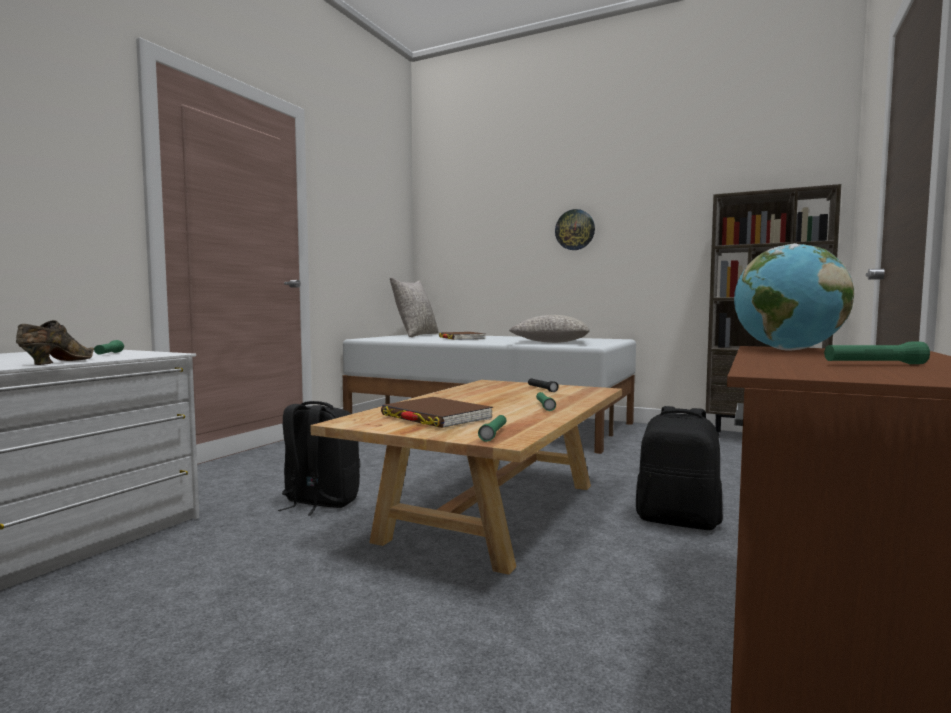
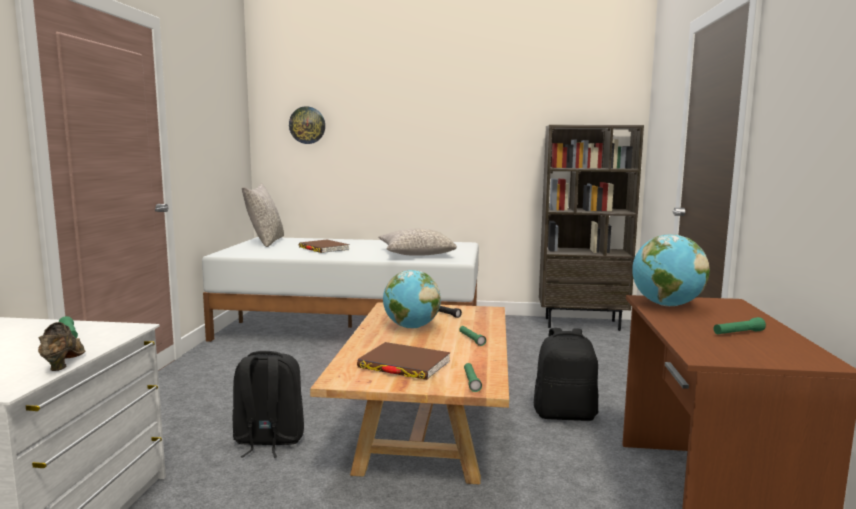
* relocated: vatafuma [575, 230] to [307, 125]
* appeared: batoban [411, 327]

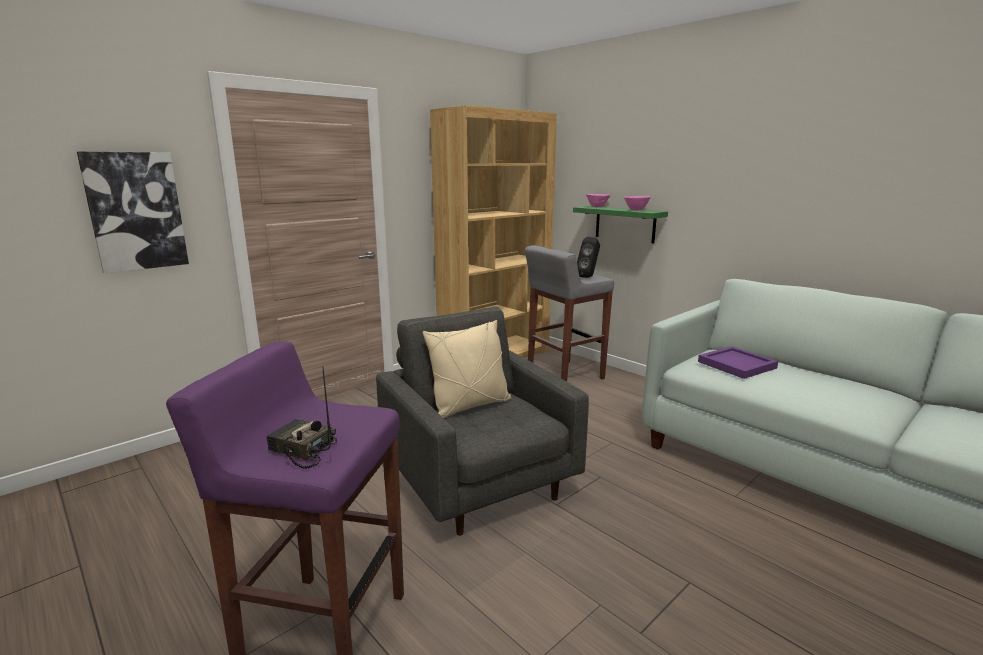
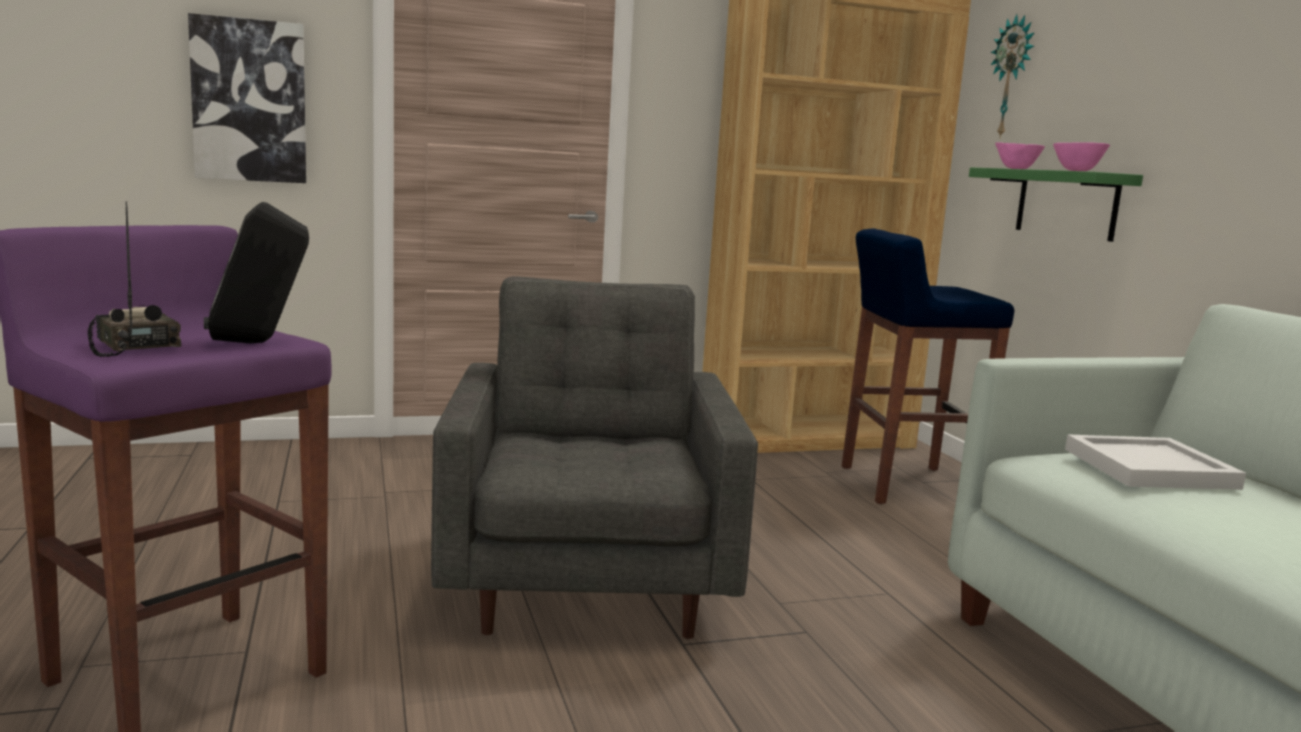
* relocated: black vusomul [588, 277] to [259, 343]
* colour: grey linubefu [564, 375] to blue linubefu [905, 485]
* missing: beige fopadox [470, 406]
* colour: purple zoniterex [735, 365] to white zoniterex [1146, 467]
* appeared: vatafuma [1012, 77]

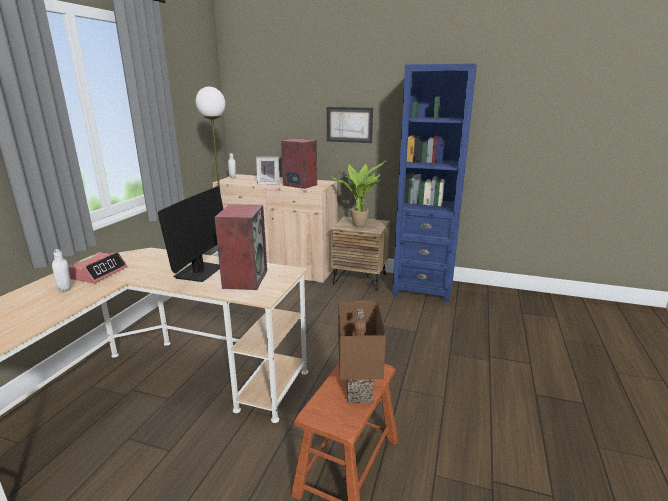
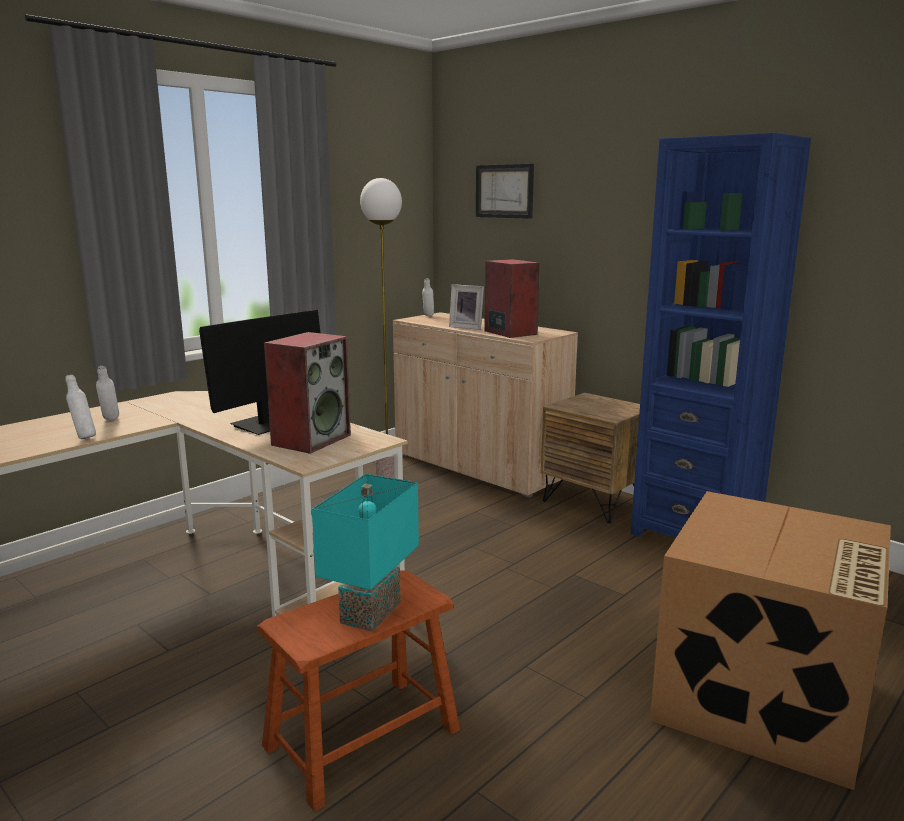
* relocated: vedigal [349, 124] to [504, 191]
* missing: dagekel [359, 225]
* missing: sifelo [99, 273]
* colour: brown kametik [360, 390] to turquoise kametik [373, 614]
* appeared: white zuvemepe [83, 437]
* appeared: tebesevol [763, 701]

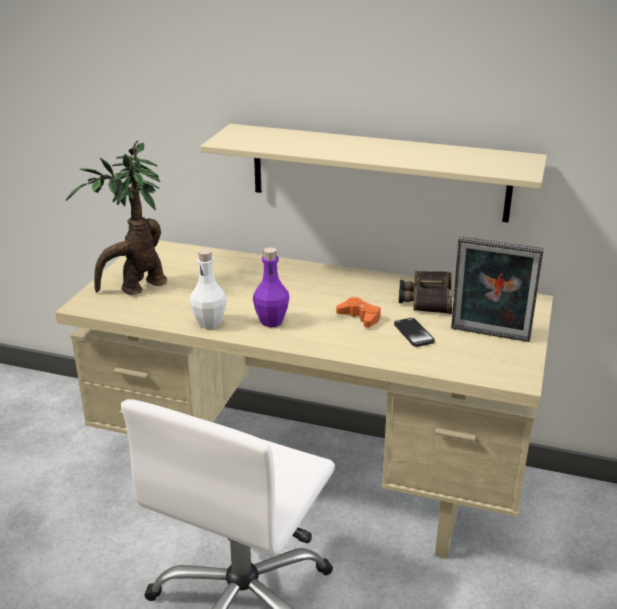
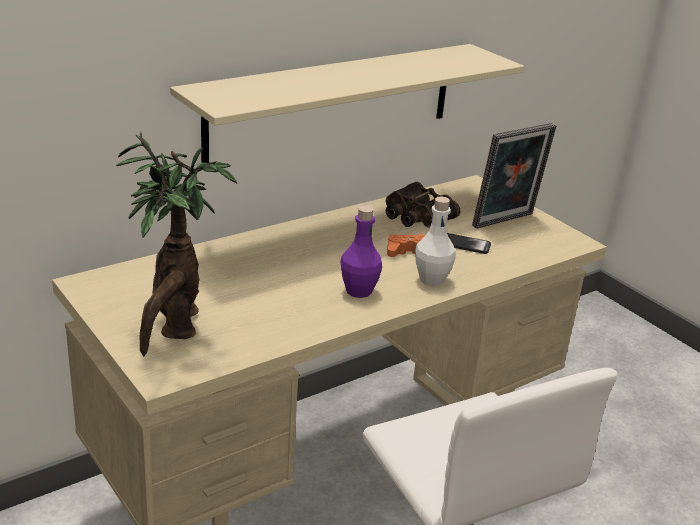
* relocated: white zuvemepe [209, 323] to [431, 279]

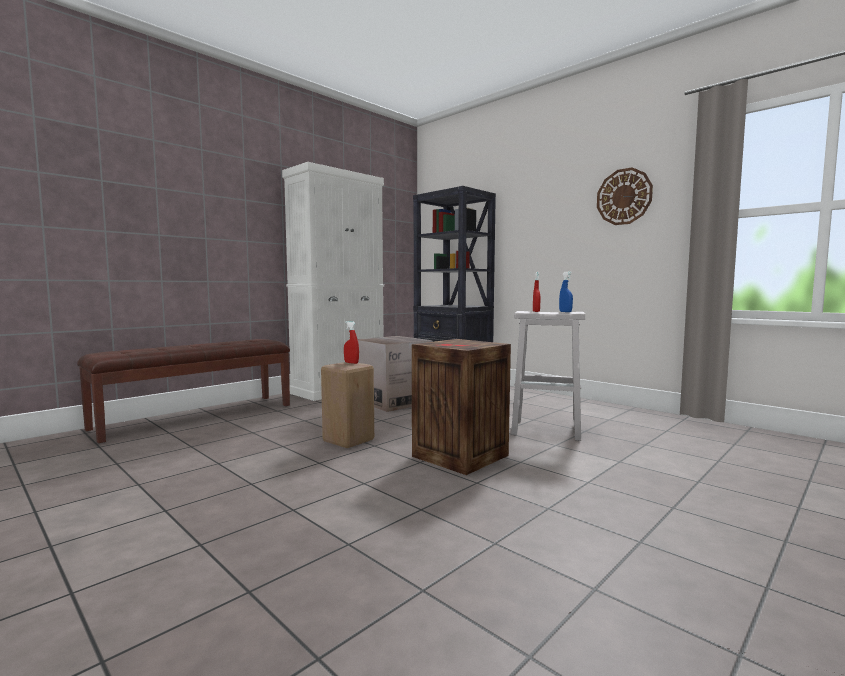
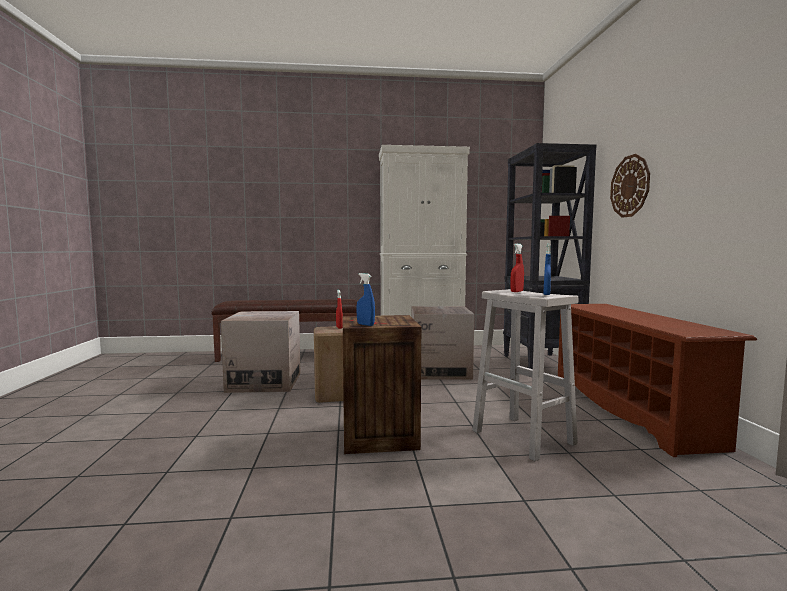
* relocated: vatafuma [624, 196] to [630, 186]
* appeared: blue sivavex [365, 325]
* appeared: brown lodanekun [631, 411]
* appeared: tebesevol [264, 382]

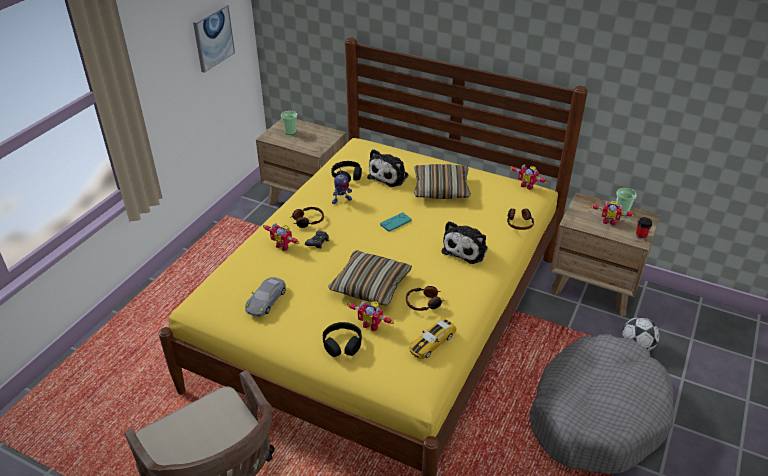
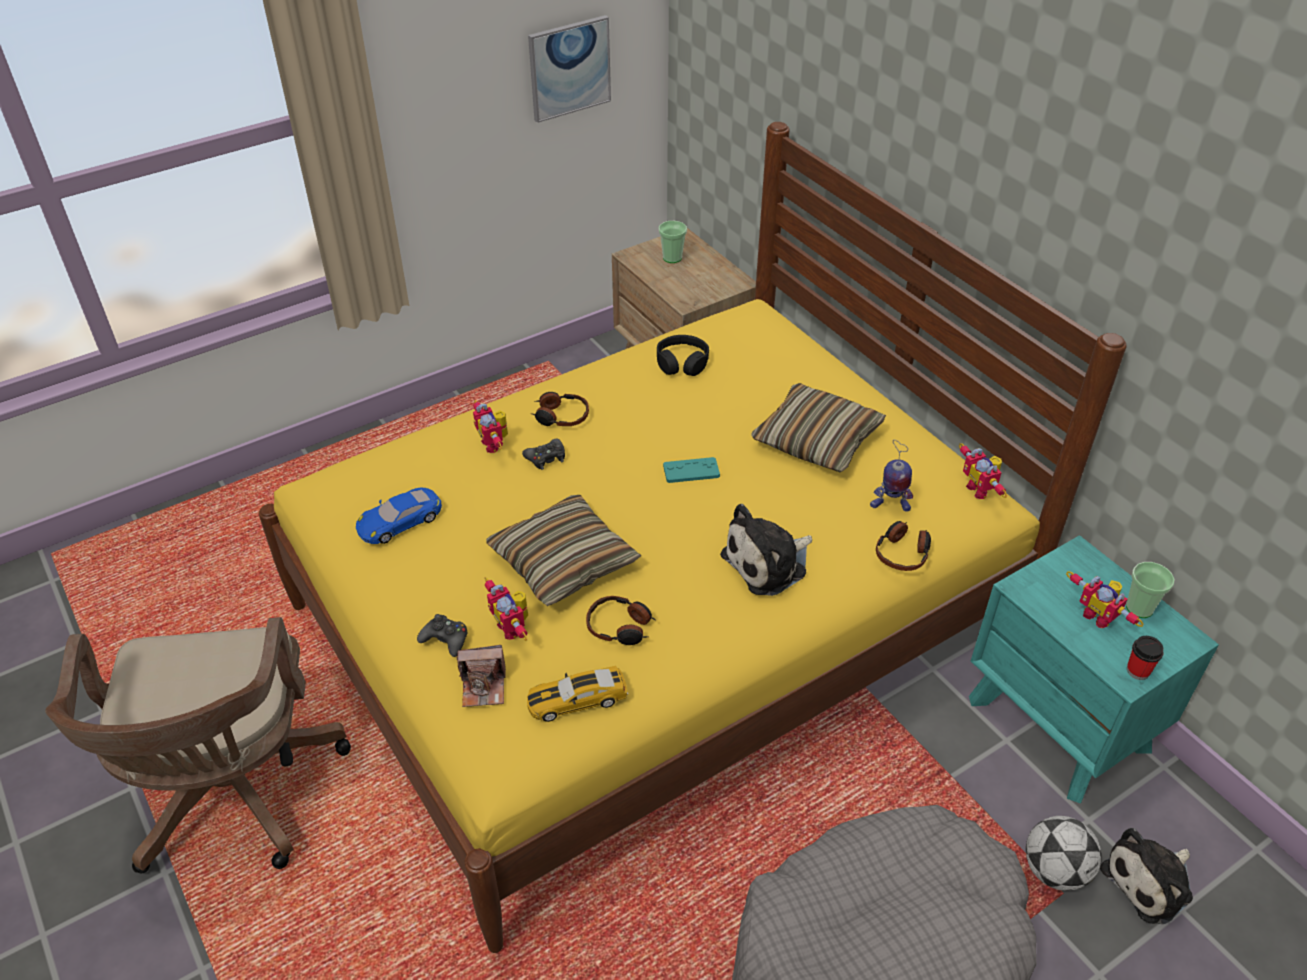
* relocated: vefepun [390, 176] to [1150, 882]
* relocated: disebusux [341, 200] to [889, 505]
* colour: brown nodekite [594, 287] to turquoise nodekite [1059, 724]
* colour: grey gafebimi [266, 300] to blue gafebimi [400, 521]
* exchanged: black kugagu [342, 344] to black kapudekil [445, 639]
* appeared: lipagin [484, 686]

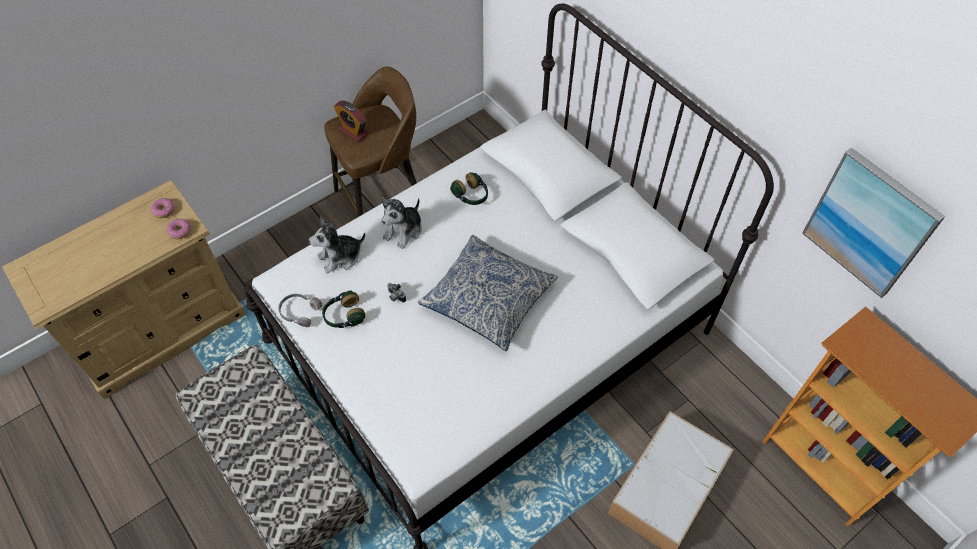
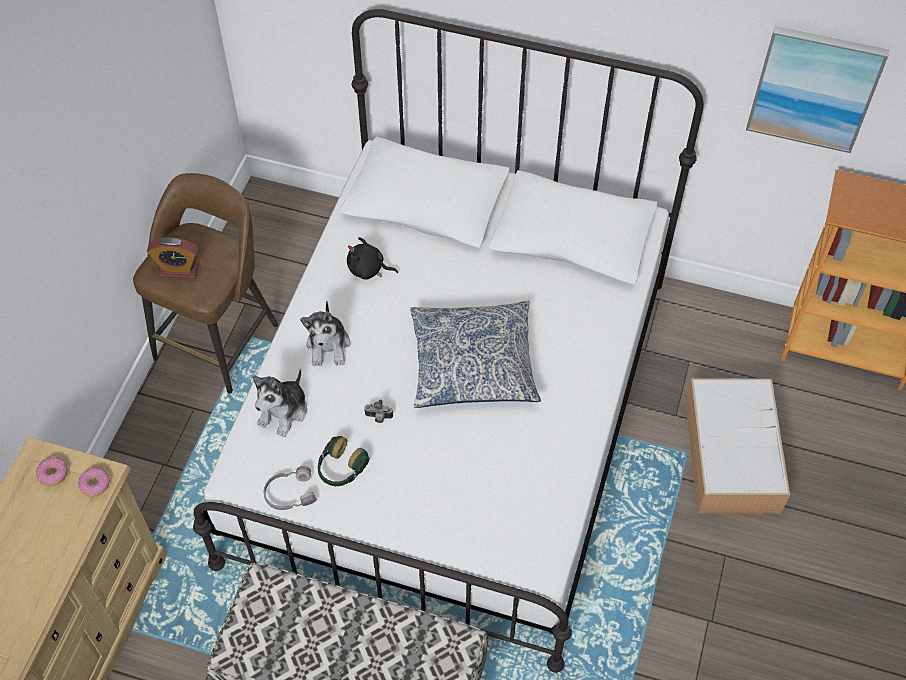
* exchanged: kugagu [471, 195] to black vefepun [368, 269]

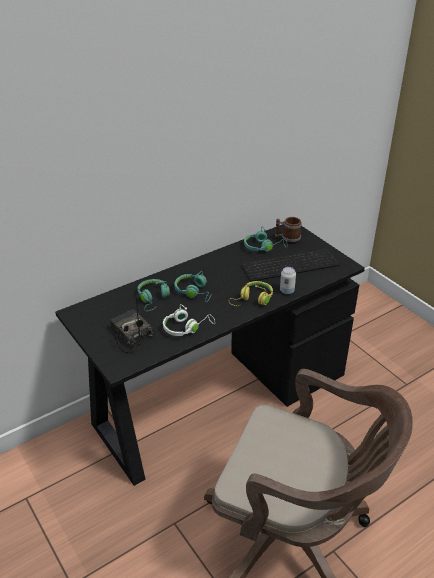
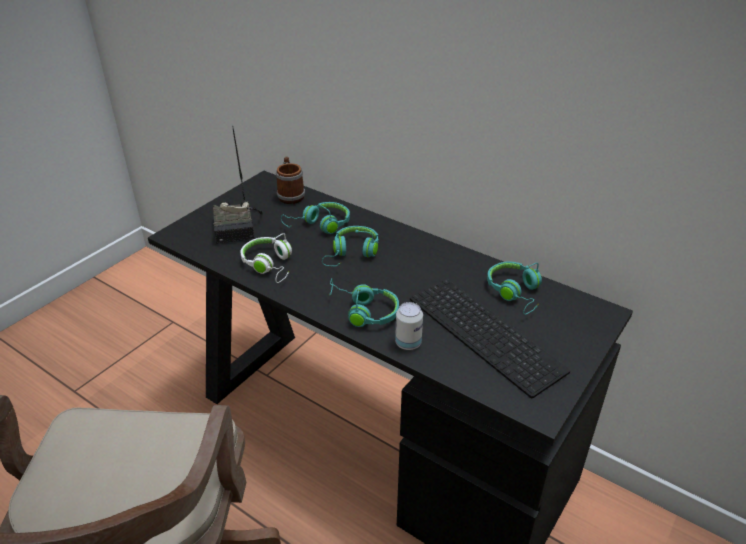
* relocated: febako [287, 239] to [290, 195]
* colour: yellow kugagu [252, 300] to turquoise kugagu [363, 311]
* spun: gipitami [130, 335] = [238, 227] 135 degrees clockwise

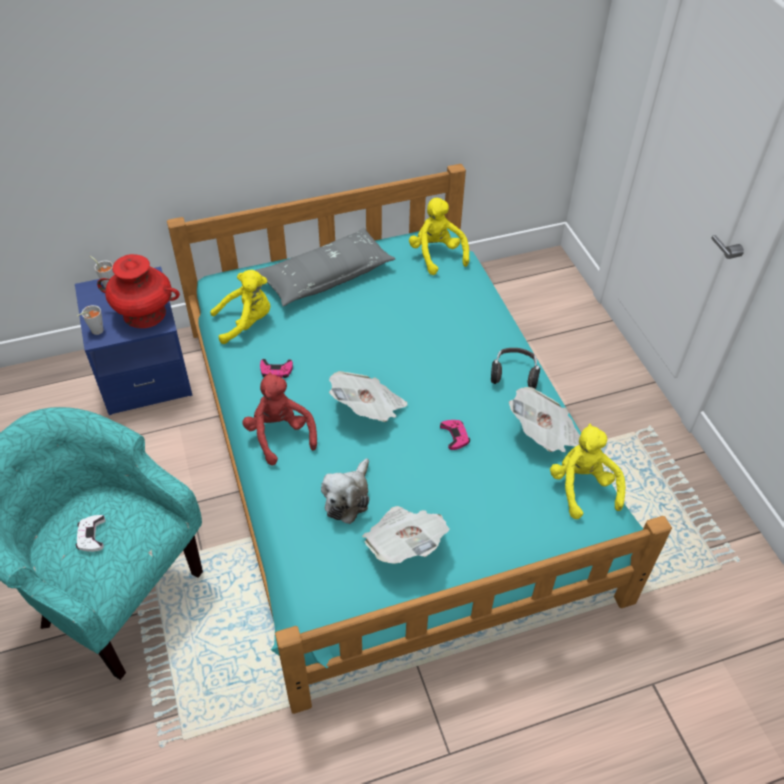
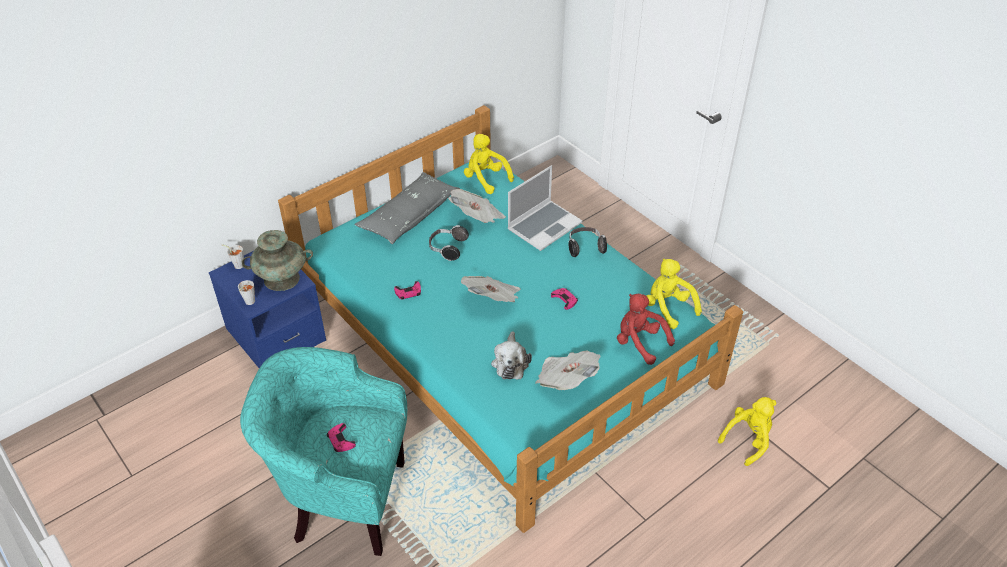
* colour: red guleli [145, 314] to turquoise guleli [282, 279]
* relocated: yellow vefepun [246, 322] to [748, 440]
* relocated: red vefepun [280, 435] to [639, 342]
* relocated: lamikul [544, 434] to [477, 218]
* colour: white kapudekil [91, 535] to pink kapudekil [341, 440]
* appeared: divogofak [544, 226]
* appeared: kugagu [447, 248]

